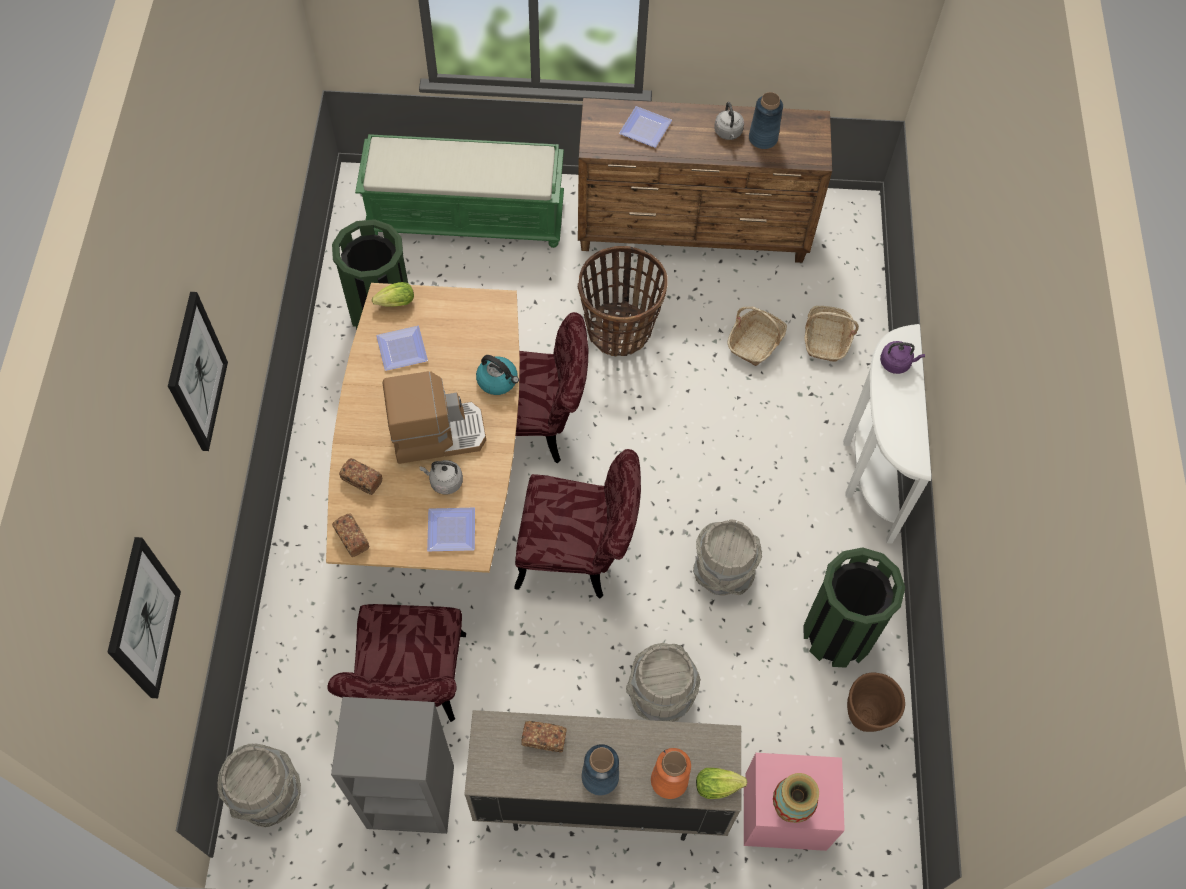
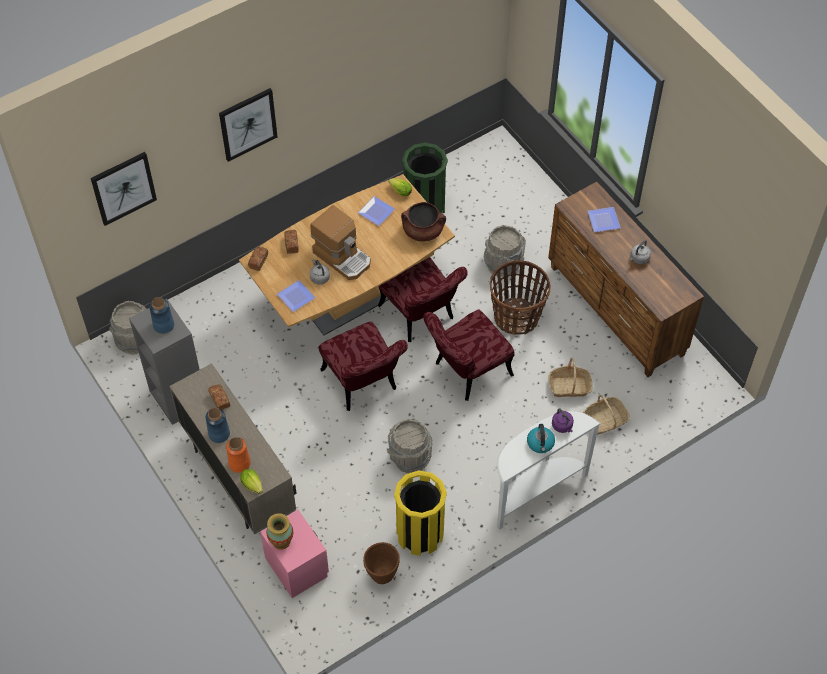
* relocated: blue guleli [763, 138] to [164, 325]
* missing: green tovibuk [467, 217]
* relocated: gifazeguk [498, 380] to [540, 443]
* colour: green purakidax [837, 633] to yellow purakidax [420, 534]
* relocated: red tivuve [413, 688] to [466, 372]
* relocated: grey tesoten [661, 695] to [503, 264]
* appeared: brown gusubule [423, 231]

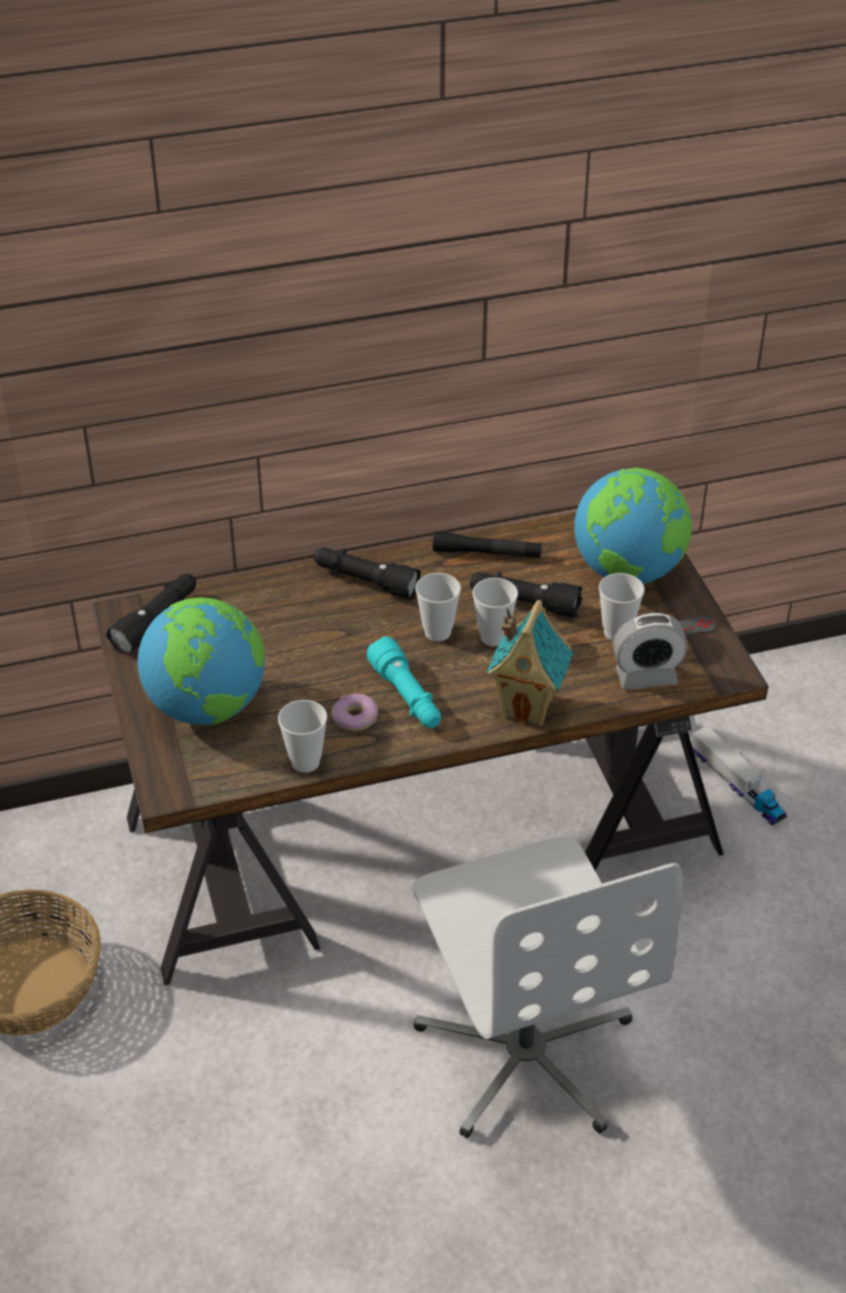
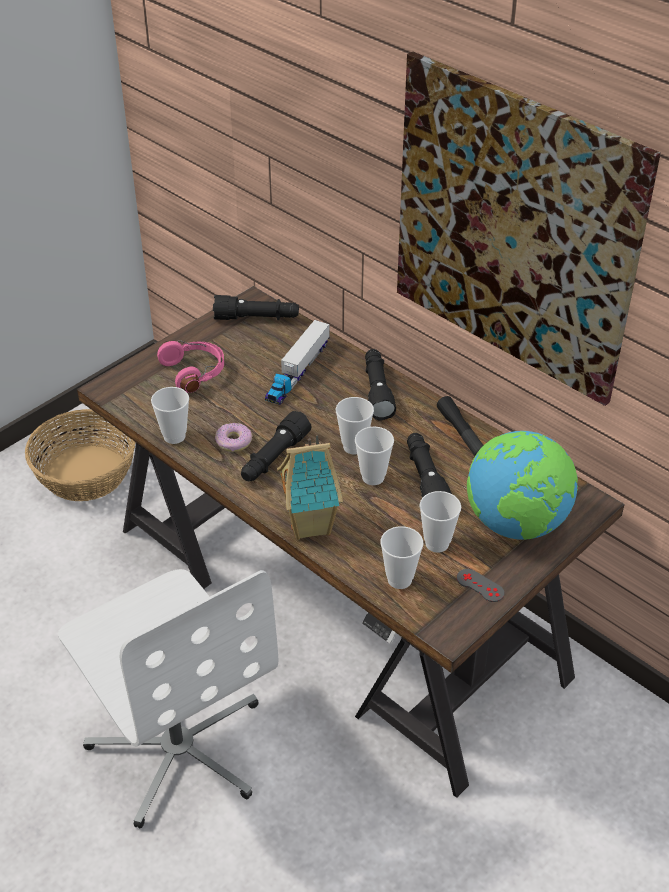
* exchanged: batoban [207, 706] to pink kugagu [195, 372]
* exchanged: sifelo [646, 676] to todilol [399, 579]
* colour: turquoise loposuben [407, 697] to black loposuben [274, 458]
* relocated: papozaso [737, 785] to [297, 372]
* spun: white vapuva [526, 1052] = [179, 747] 75 degrees counterclockwise
* appeared: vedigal [514, 229]

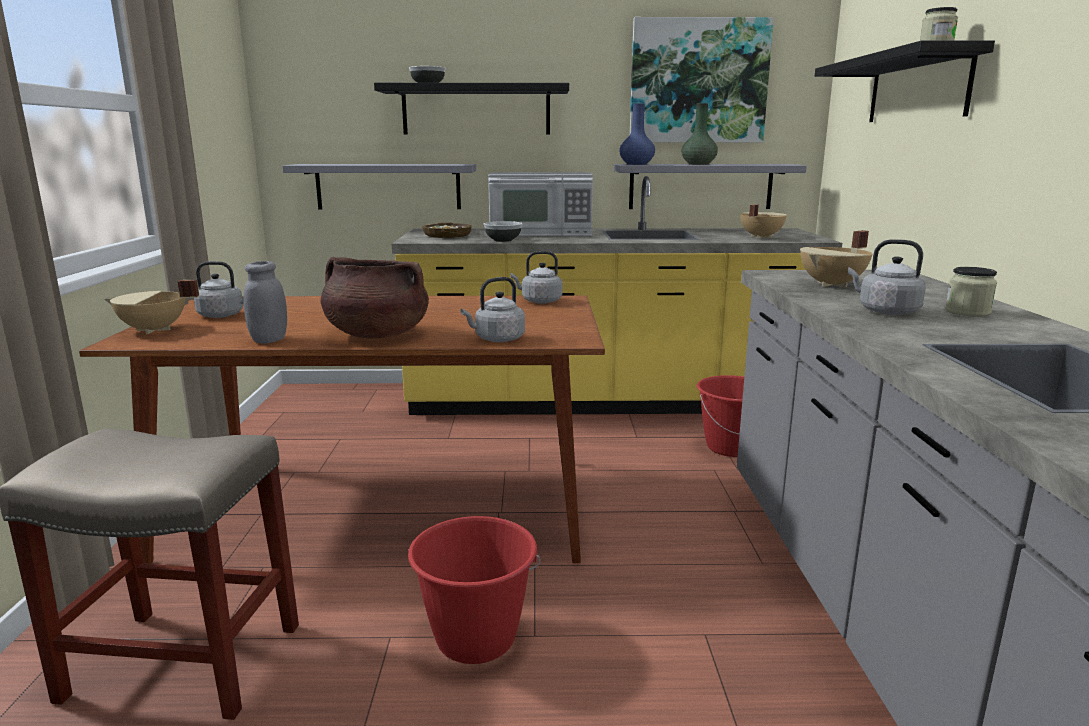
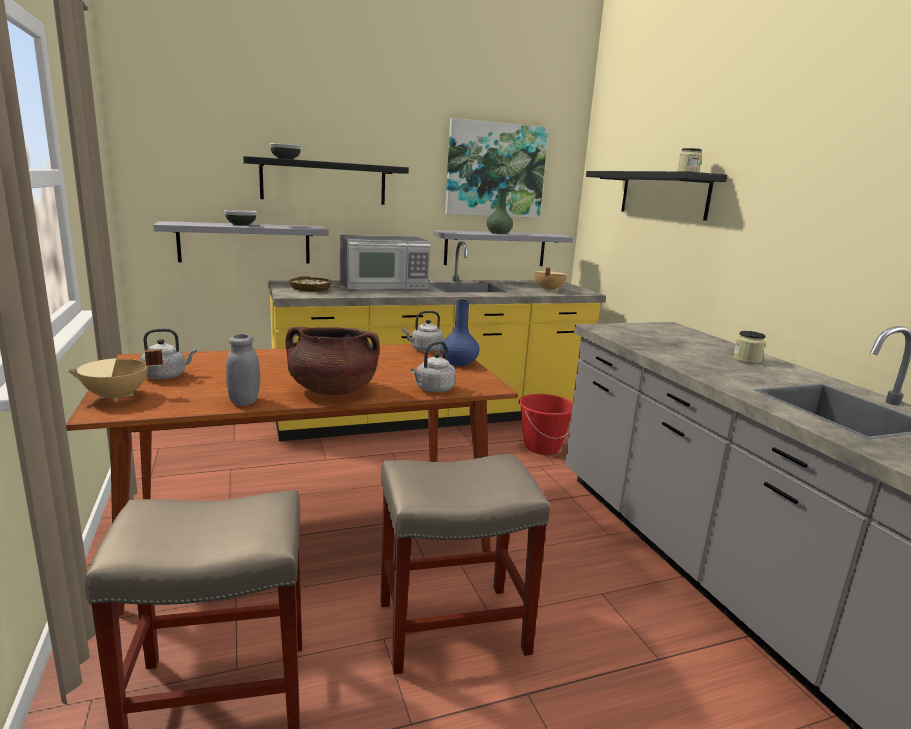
* relocated: blue guleli [637, 164] to [459, 363]
* relocated: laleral [503, 240] to [241, 224]
* missing: beige gusubule [833, 285]
* missing: grey gifazeguk [885, 311]
* exchanged: red tesoten [475, 639] to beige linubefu [450, 627]

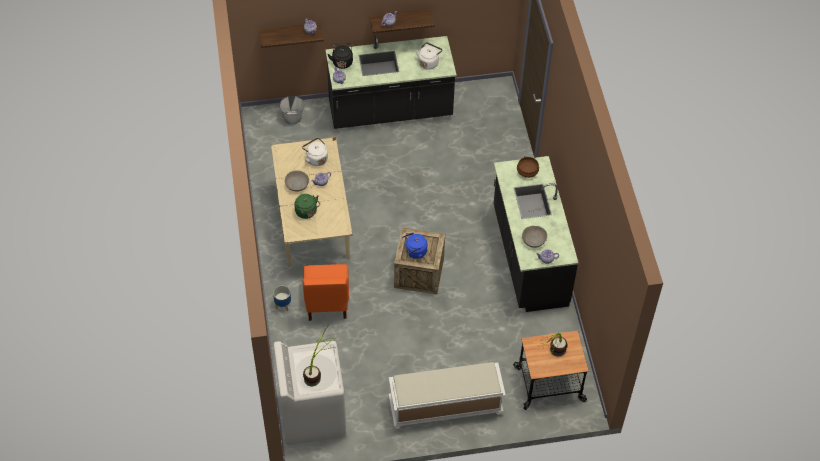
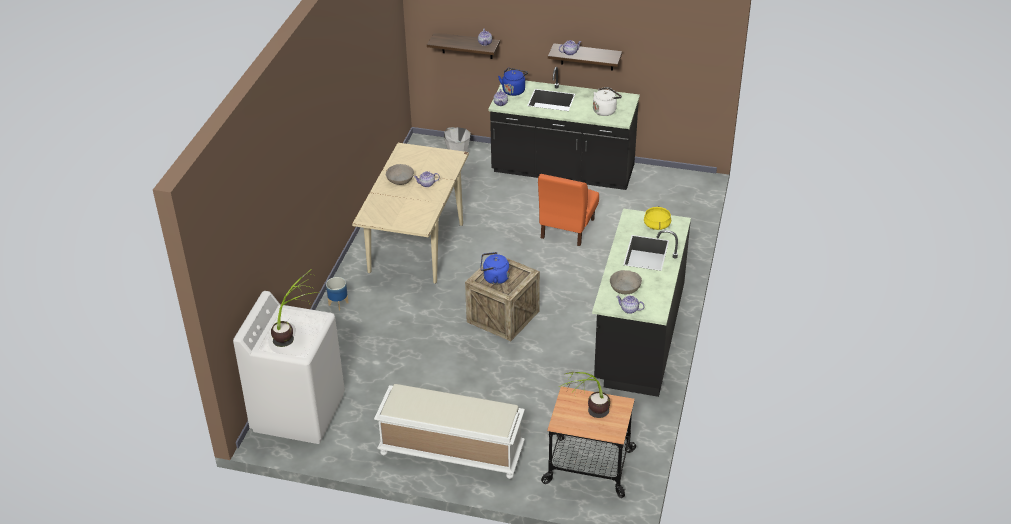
* colour: black gifazeguk [342, 61] to blue gifazeguk [514, 90]
* missing: white gifazeguk [316, 158]
* colour: brown gusubule [527, 171] to yellow gusubule [657, 225]
* missing: green gifazeguk [307, 212]
* relocated: orange tivuve [326, 302] to [567, 228]

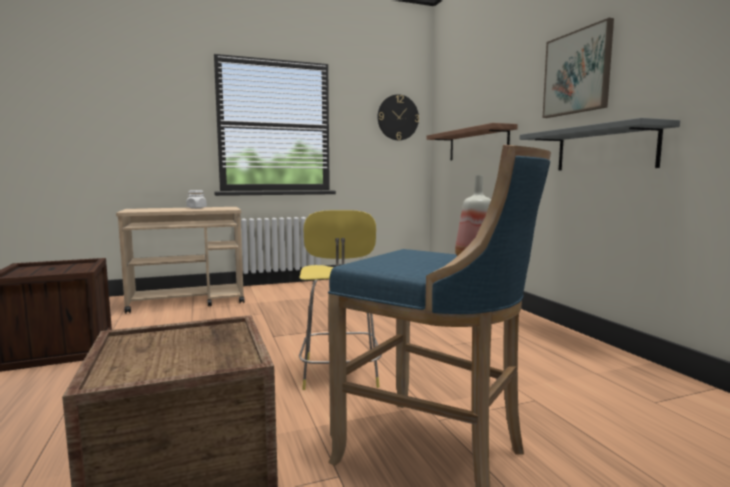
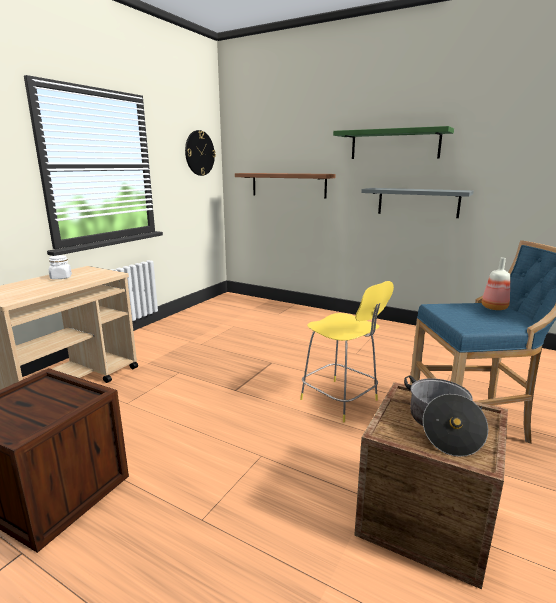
* exchanged: vedigal [577, 72] to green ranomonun [394, 144]
* appeared: gusubule [441, 427]

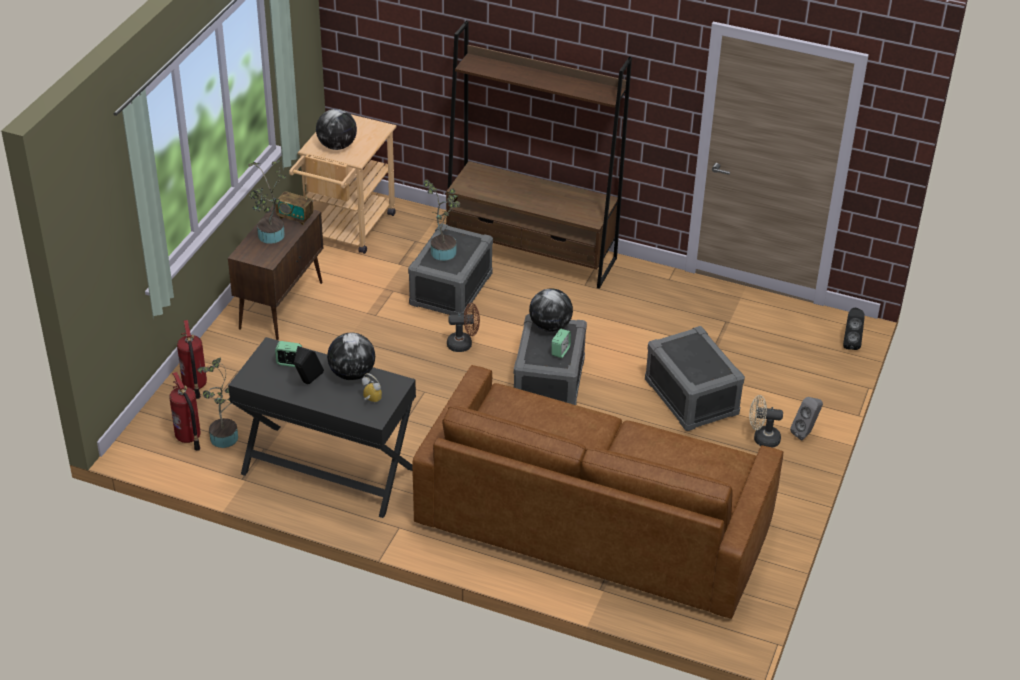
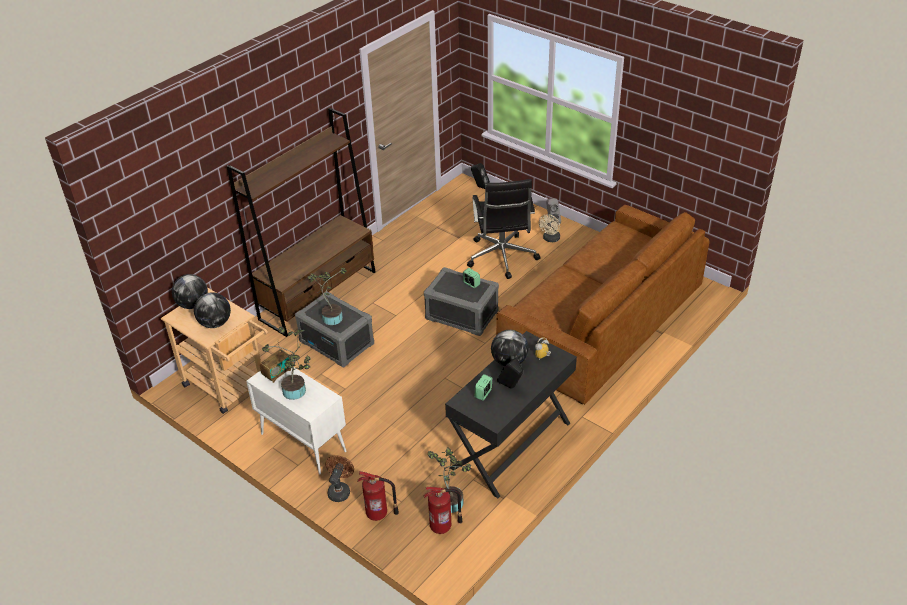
* colour: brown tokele [281, 305] to white tokele [302, 442]
* relocated: batoban [550, 327] to [193, 304]
* relocated: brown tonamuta [464, 344] to [340, 490]
* exchanged: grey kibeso [690, 397] to black vapuva [502, 258]

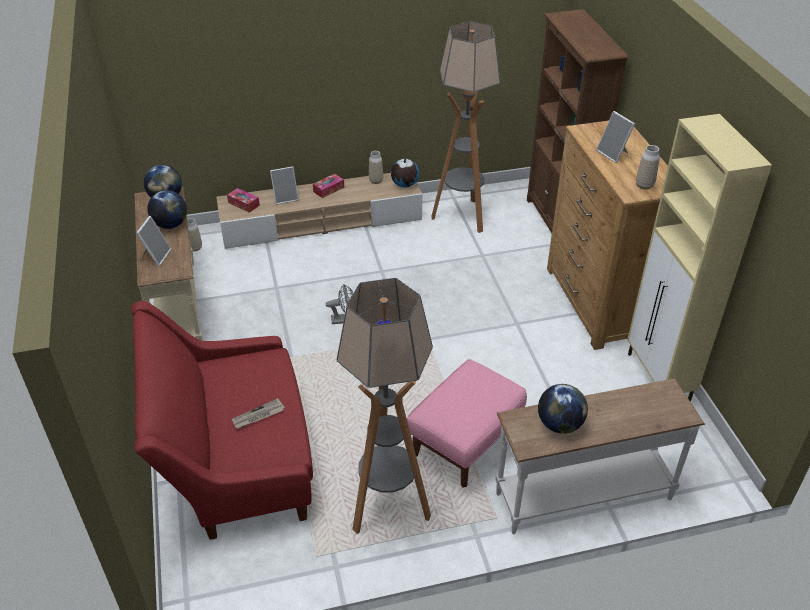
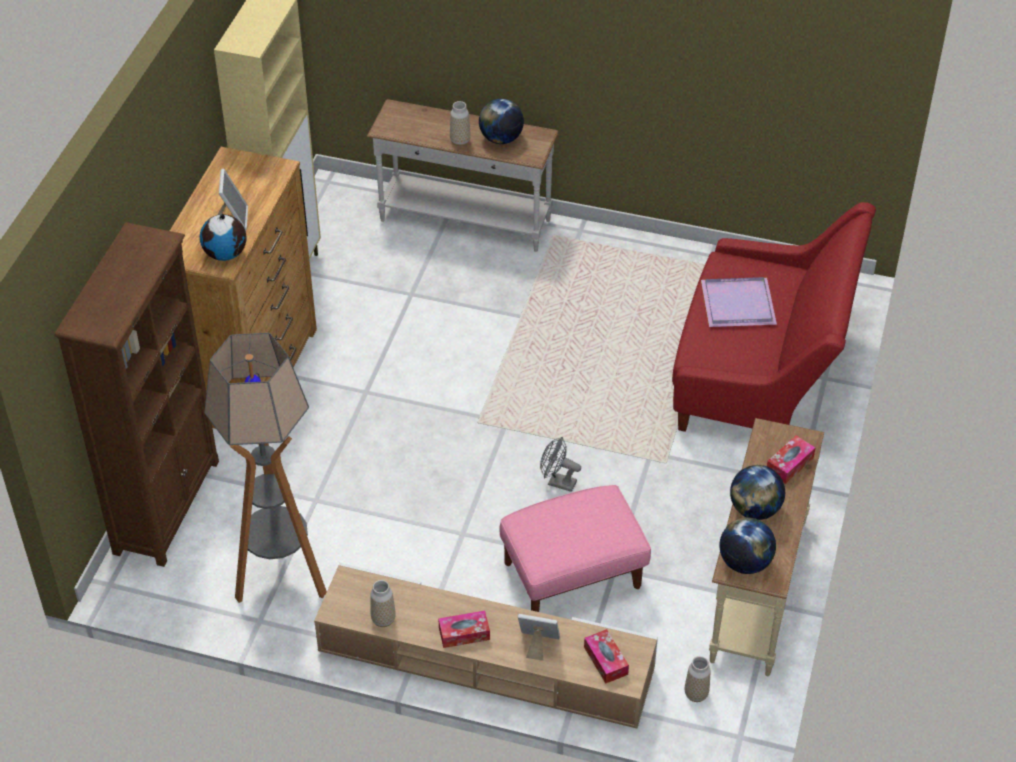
* relocated: guleli [644, 185] to [460, 141]
* relocated: batoban [404, 185] to [226, 254]
* exchanged: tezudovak [156, 256] to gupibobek [789, 464]
* missing: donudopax [388, 507]
* relocated: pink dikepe [466, 441] to [571, 576]
* exchanged: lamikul [258, 416] to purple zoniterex [739, 303]

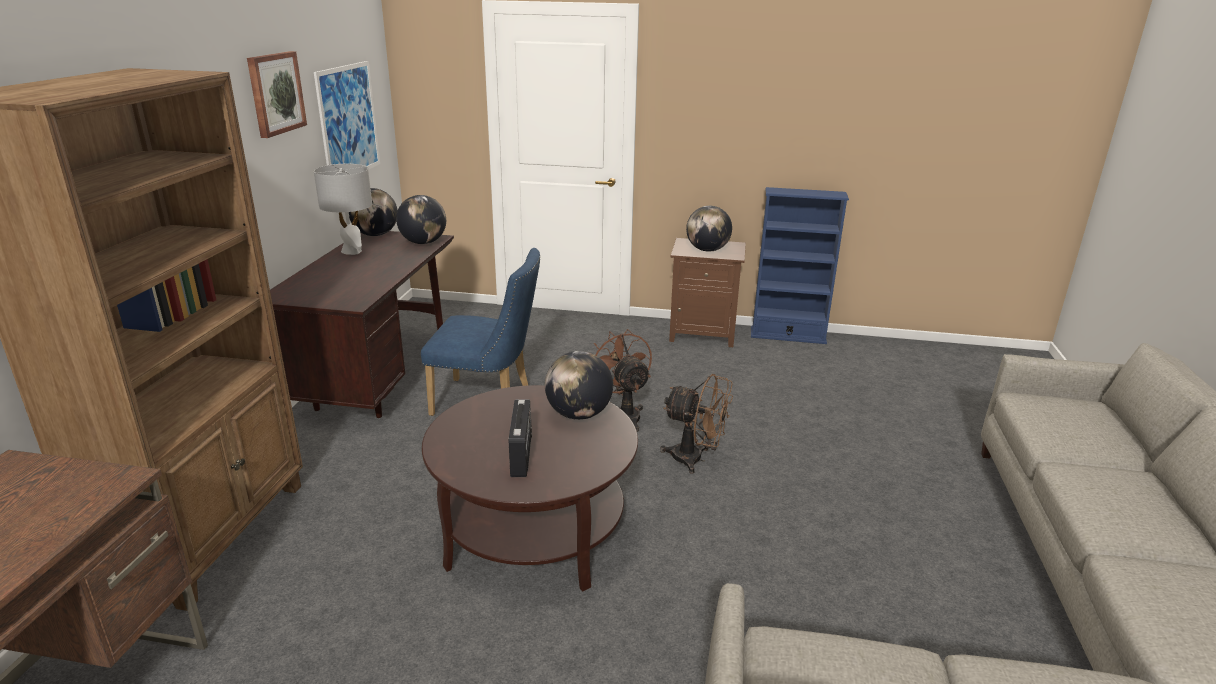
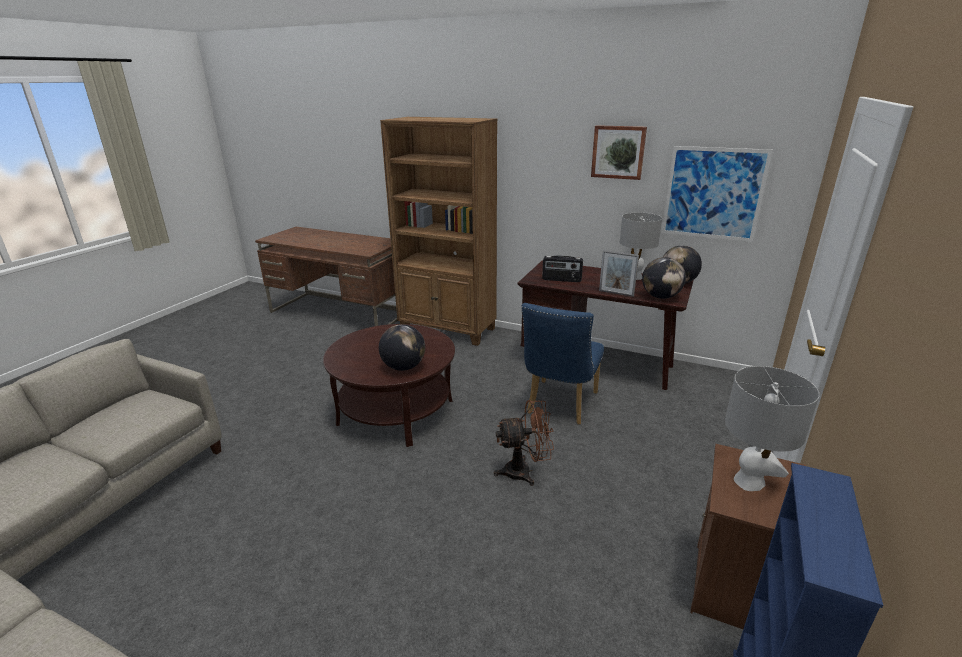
* exchanged: batoban [707, 250] to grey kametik [749, 482]
* missing: brown tonamuta [695, 459]
* relocated: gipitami [522, 456] to [561, 280]
* appeared: tezudovak [616, 293]

